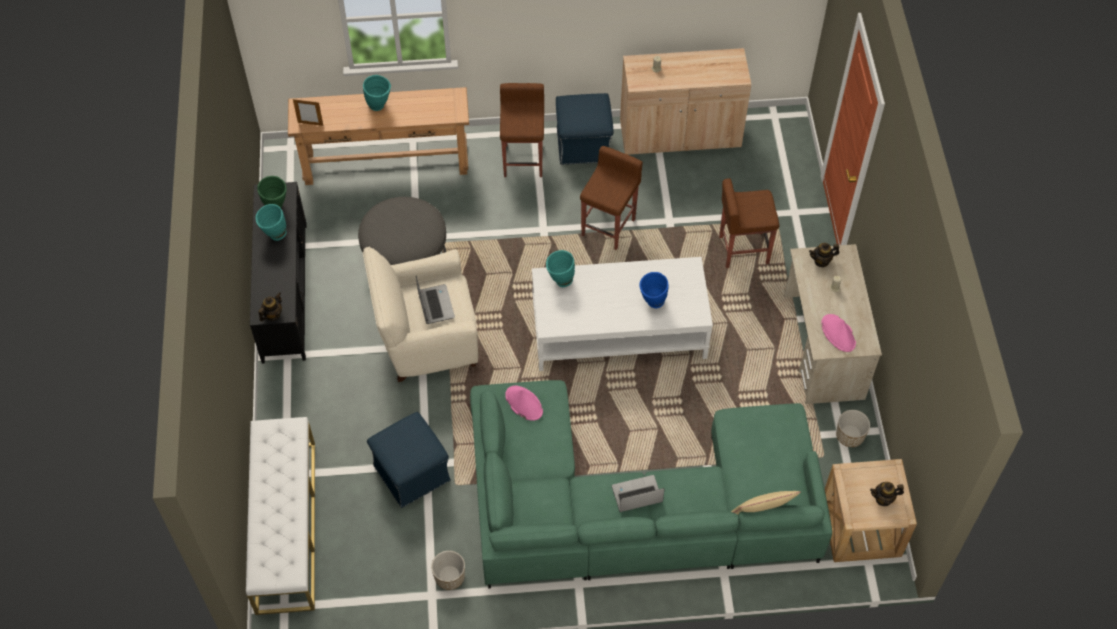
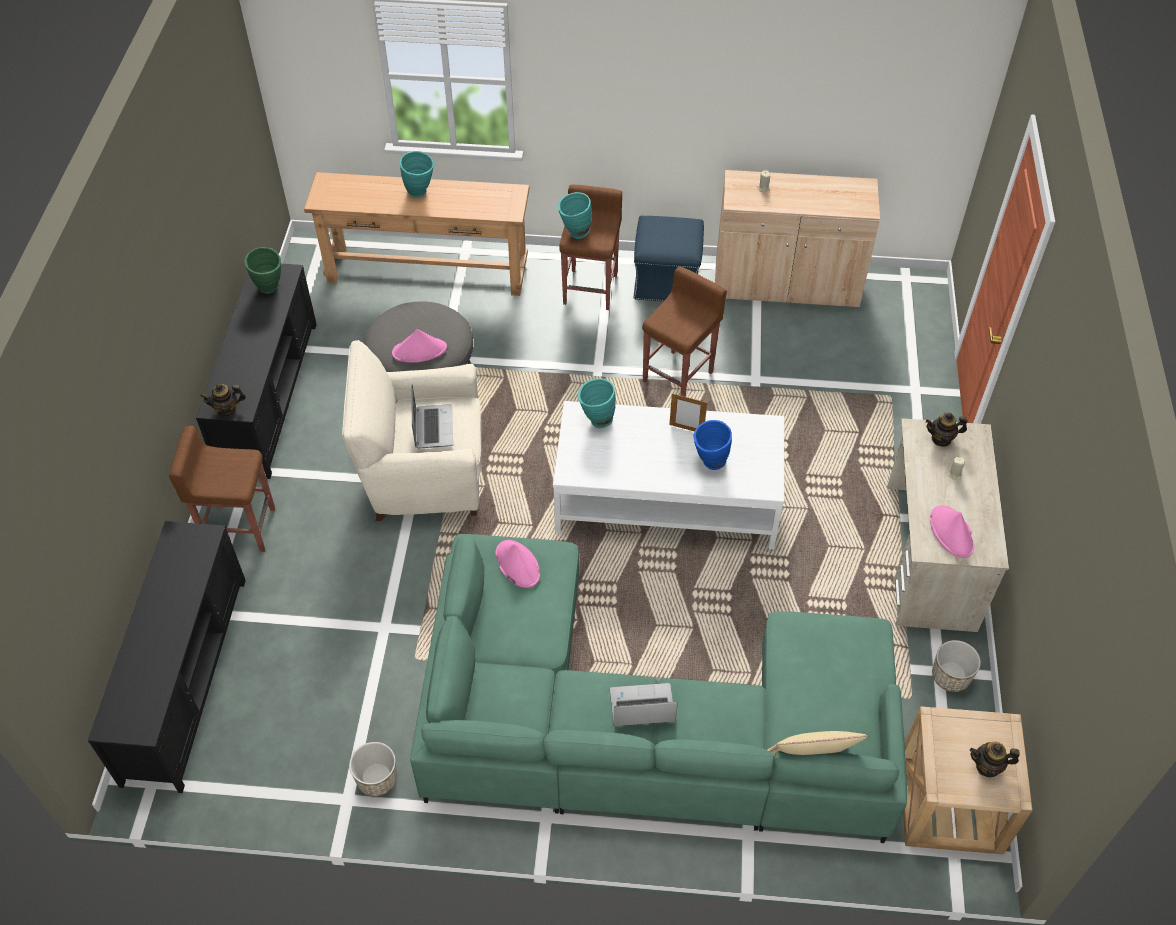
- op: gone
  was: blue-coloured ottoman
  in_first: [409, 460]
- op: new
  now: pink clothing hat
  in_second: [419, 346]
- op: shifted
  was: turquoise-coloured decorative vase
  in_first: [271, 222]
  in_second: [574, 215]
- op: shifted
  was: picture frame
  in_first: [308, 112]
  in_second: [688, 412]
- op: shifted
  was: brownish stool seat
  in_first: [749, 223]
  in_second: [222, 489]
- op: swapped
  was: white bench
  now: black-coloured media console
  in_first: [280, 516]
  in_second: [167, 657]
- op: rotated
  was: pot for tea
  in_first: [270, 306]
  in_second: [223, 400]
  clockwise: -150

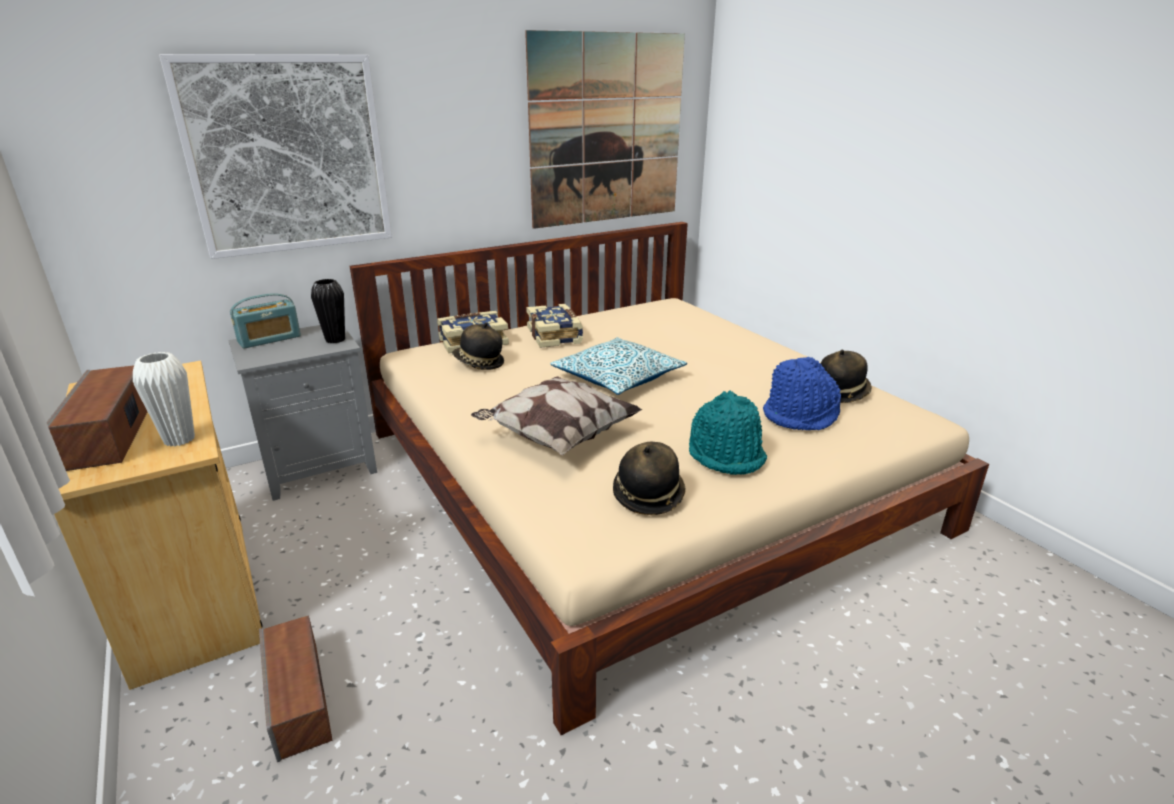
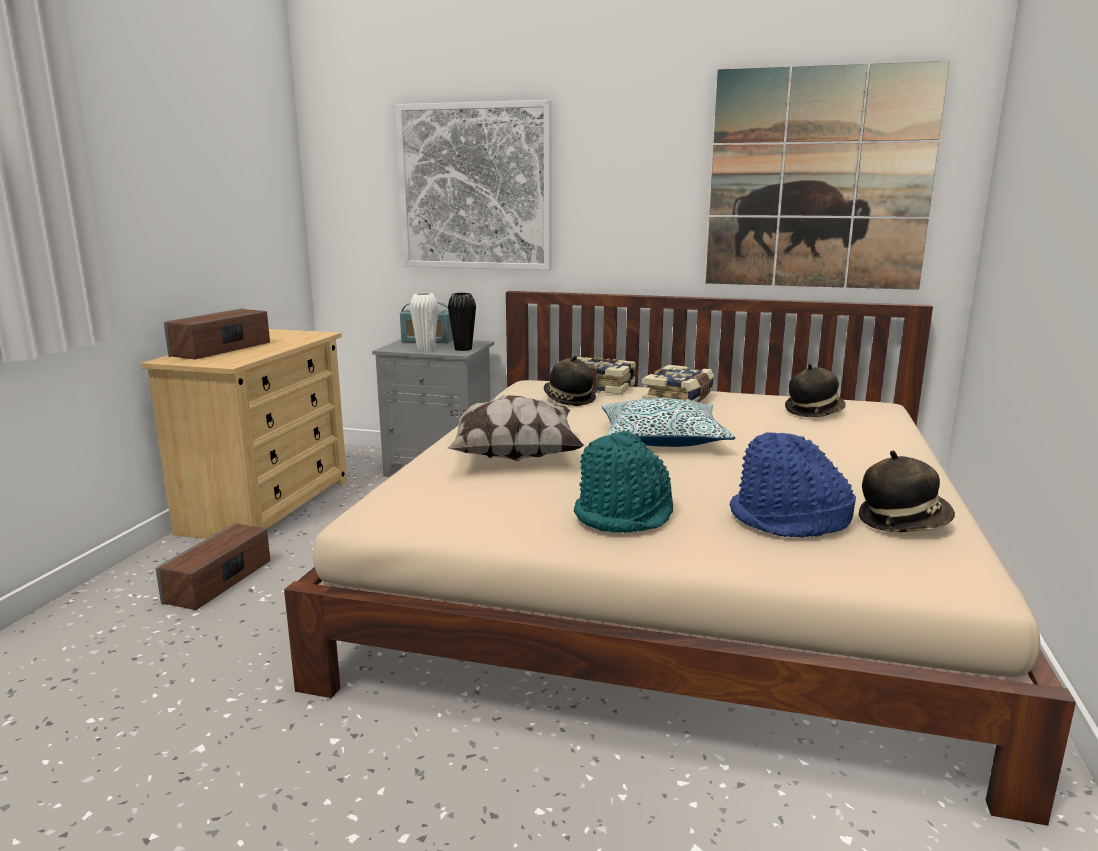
- op: shifted
  was: white decorative vase
  in_first: [164, 399]
  in_second: [424, 322]
- op: shifted
  was: clothing hat
  in_first: [649, 478]
  in_second: [815, 390]

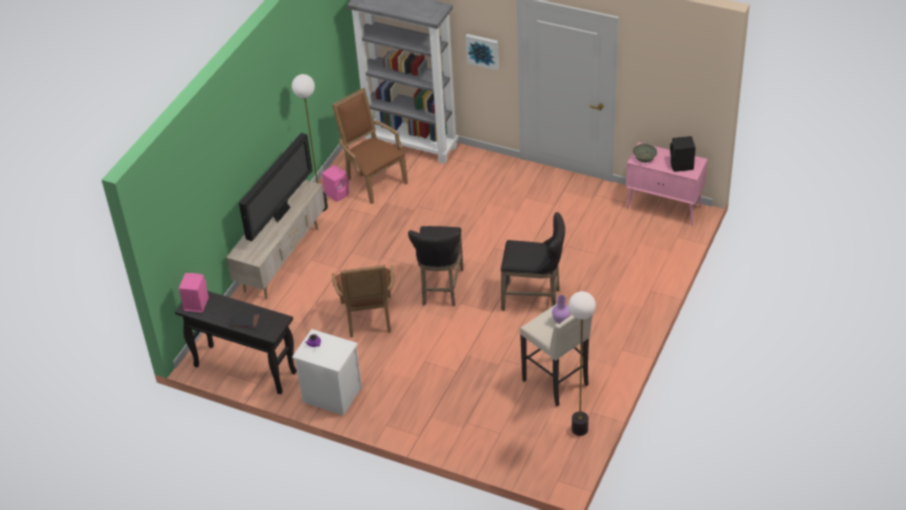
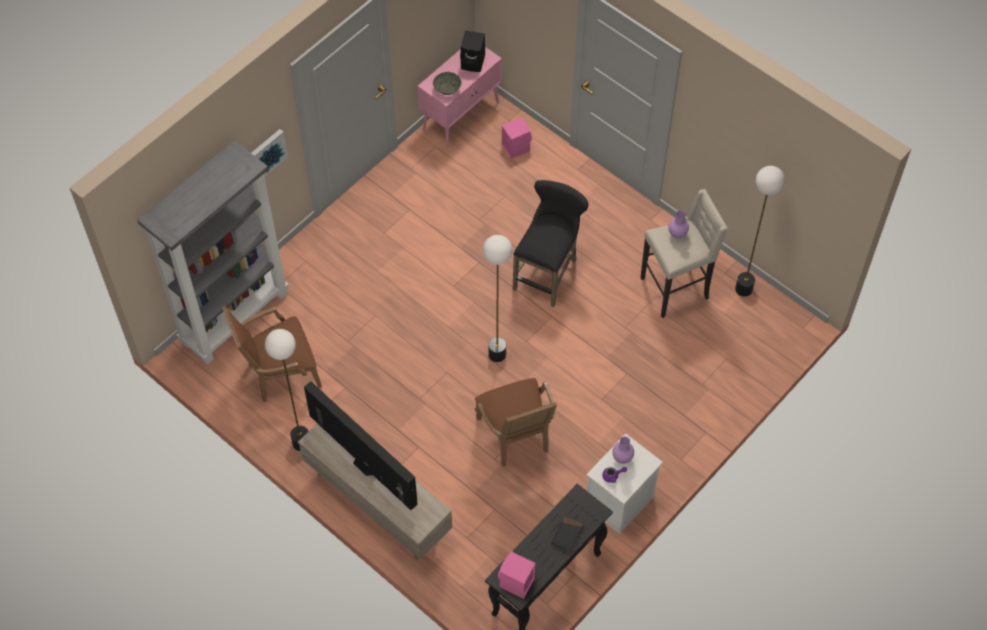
- op: new
  now: purple decorative vase
  in_second: [623, 450]
- op: shifted
  was: pink loudspeaker
  in_first: [335, 183]
  in_second: [517, 138]
- op: swapped
  was: black-coloured stool seat
  now: standard lamp
  in_first: [435, 266]
  in_second: [497, 298]
- op: rotated
  was: brownish lounge chair
  in_first: [362, 301]
  in_second: [516, 422]
  clockwise: 60

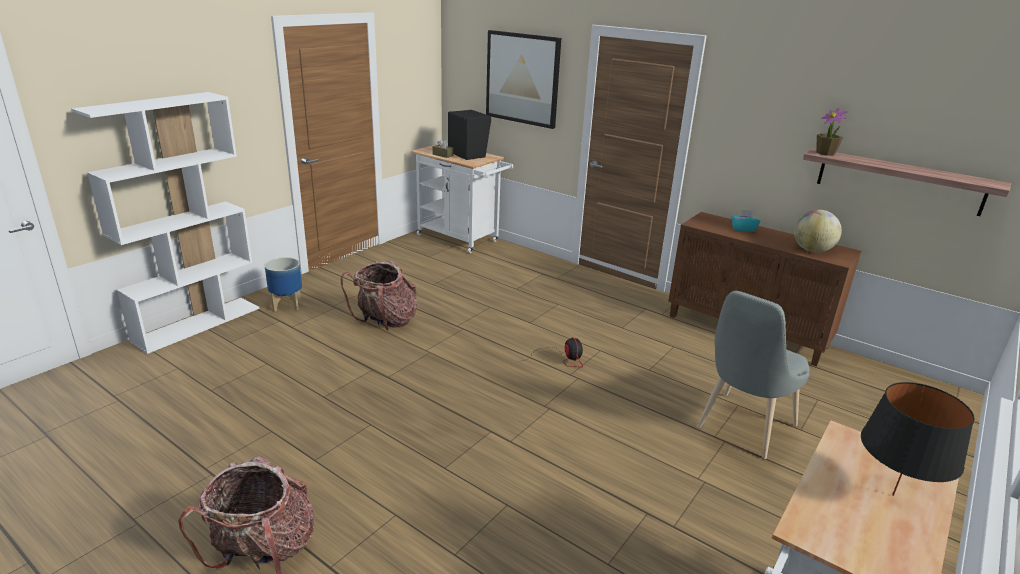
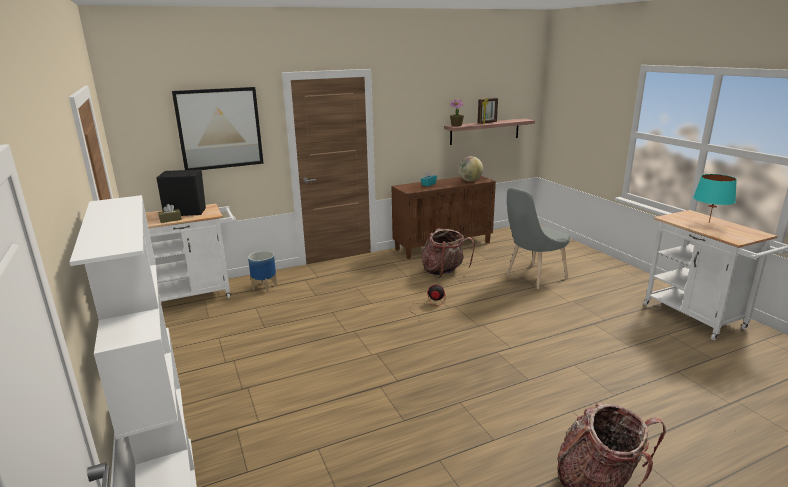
- op: new
  now: picture frame
  in_second: [488, 111]
- op: shifted
  was: planter
  in_first: [283, 284]
  in_second: [262, 272]
- op: shifted
  was: backpack
  in_first: [379, 296]
  in_second: [448, 253]
- op: repainted
  was: black-coloured table lamp
  now: turquoise-coloured table lamp
  in_first: [918, 439]
  in_second: [715, 198]
- op: rotated
  was: grey chair
  in_first: [753, 375]
  in_second: [538, 238]
  clockwise: 75

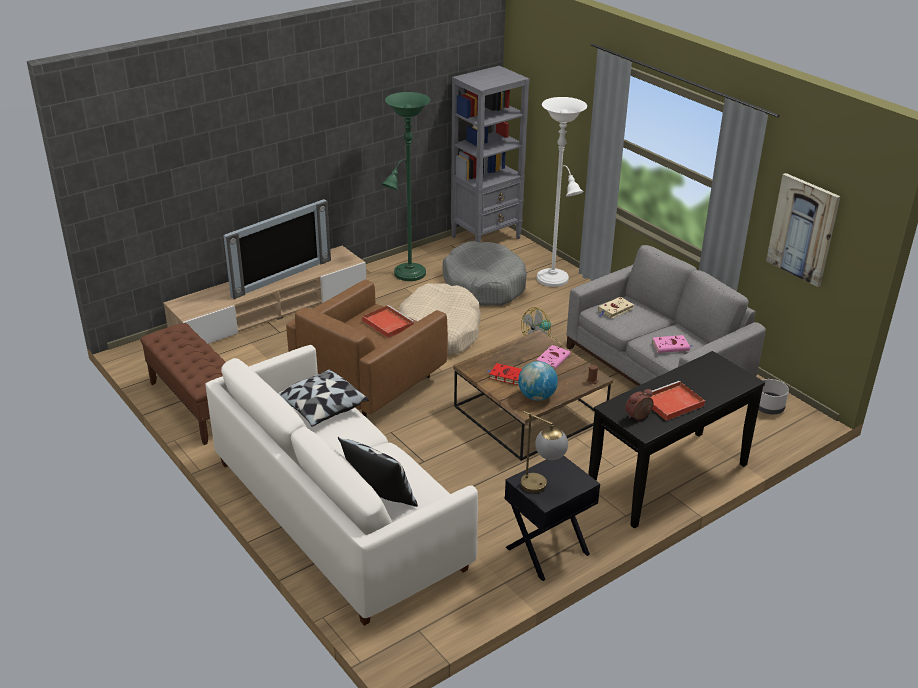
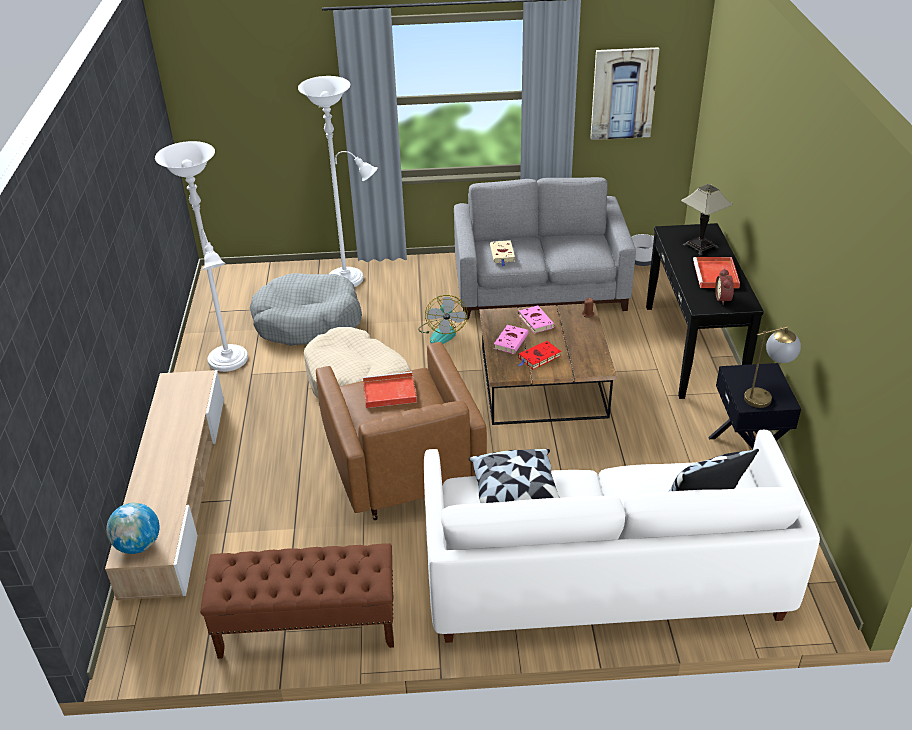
- op: gone
  was: TV
  in_first: [277, 249]
- op: gone
  was: grey bookshelf
  in_first: [490, 154]
- op: new
  now: table lamp
  in_second: [707, 220]
- op: shifted
  was: world globe
  in_first: [538, 381]
  in_second: [132, 528]
- op: shifted
  was: pink book
  in_first: [672, 344]
  in_second: [511, 339]
- op: repainted
  was: greenish standard lamp
  now: white standard lamp
  in_first: [405, 186]
  in_second: [201, 256]

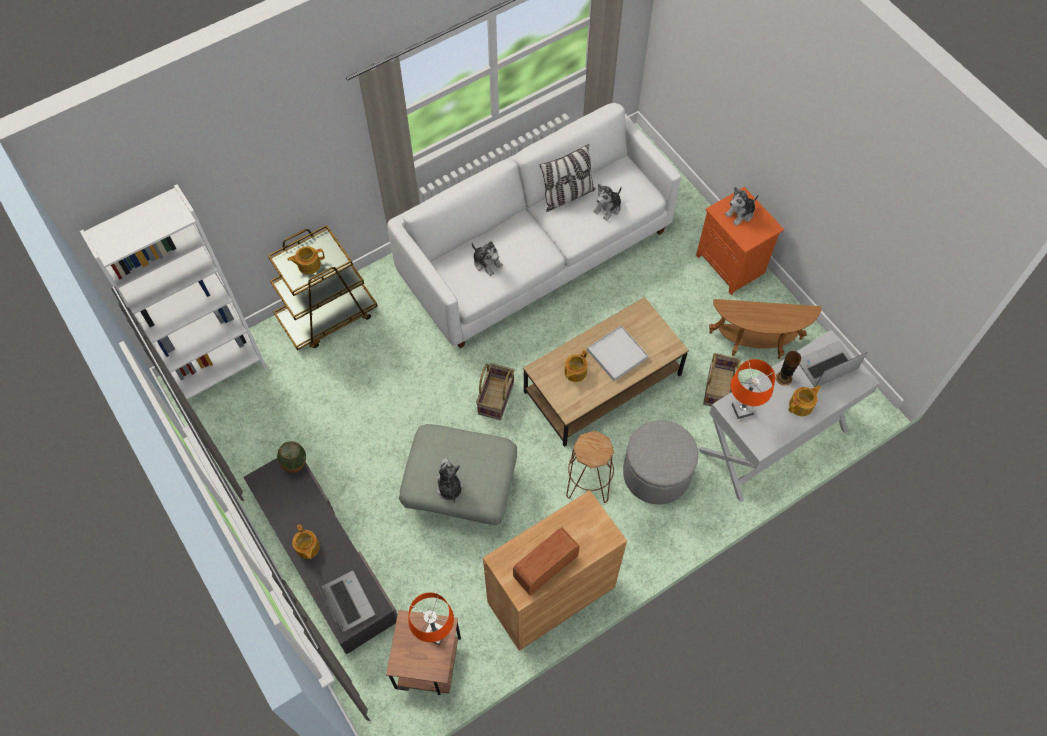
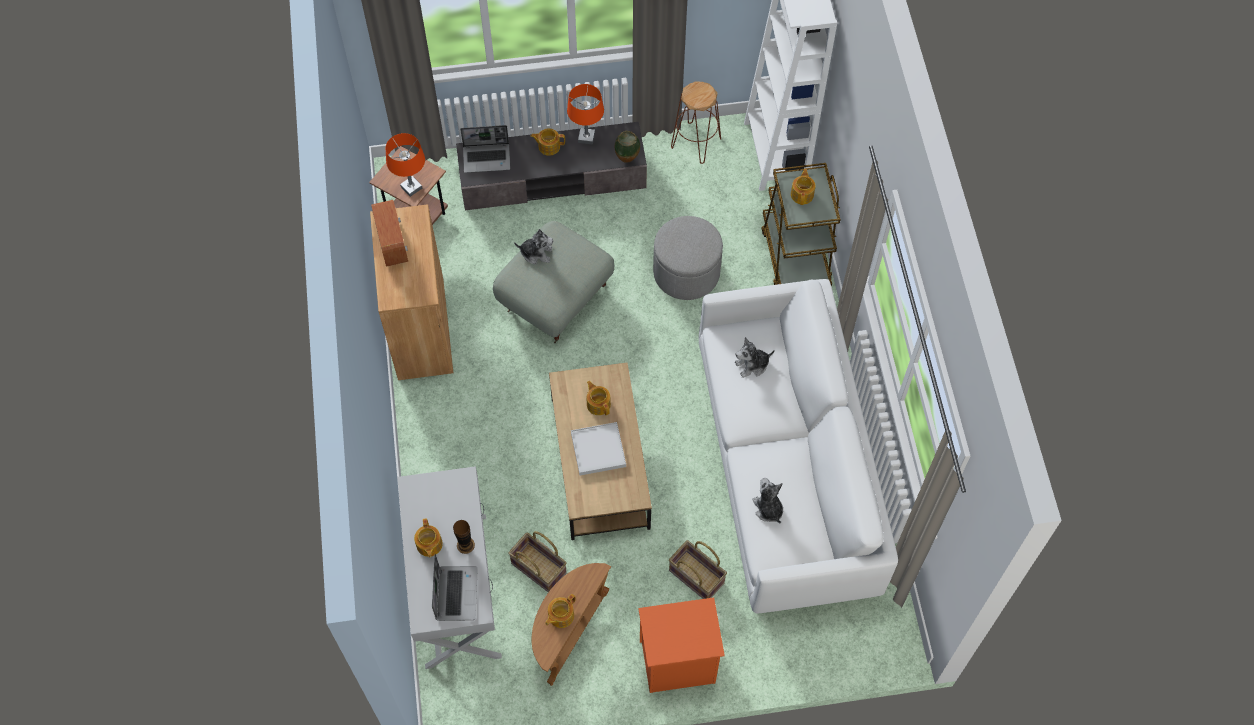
- op: gone
  was: throw pillow
  in_first: [568, 178]
- op: gone
  was: soft toy
  in_first: [741, 206]
- op: new
  now: pot for tea
  in_second: [560, 611]
- op: shifted
  was: storage basket
  in_first: [495, 391]
  in_second: [698, 569]
- op: shifted
  was: brownish stool seat
  in_first: [590, 467]
  in_second: [696, 123]
- op: shifted
  was: grey ottoman
  in_first: [660, 462]
  in_second: [688, 258]
- op: shifted
  was: orange table lamp
  in_first: [752, 389]
  in_second: [585, 114]

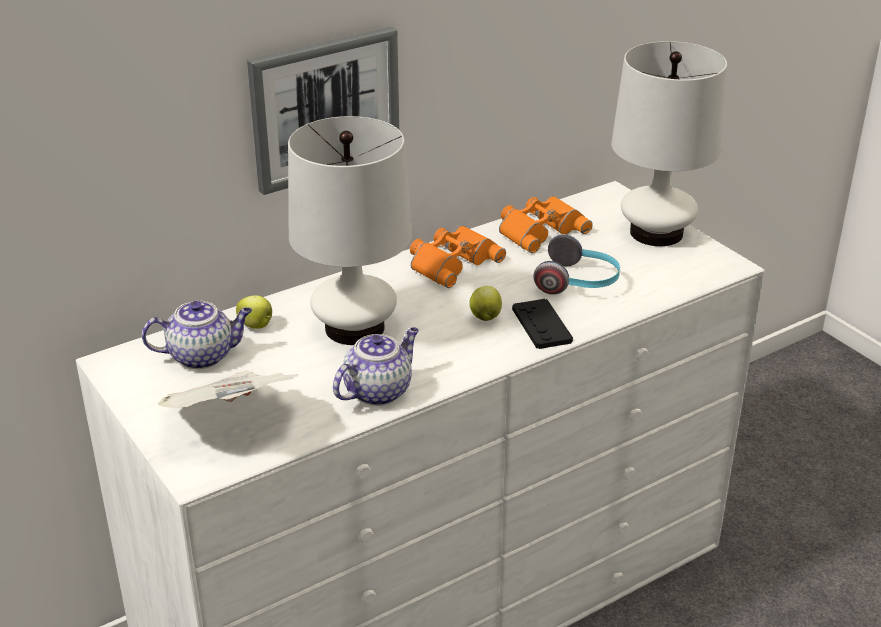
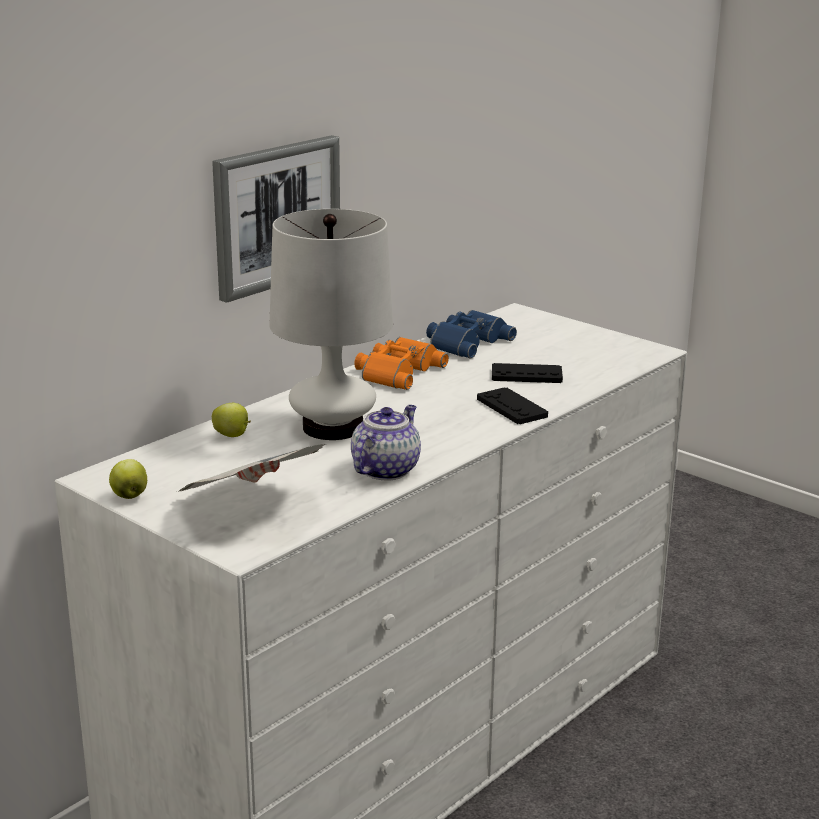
- op: gone
  was: pot for tea
  in_first: [197, 335]
- op: gone
  was: white table lamp
  in_first: [669, 143]
- op: shifted
  was: apple
  in_first: [485, 303]
  in_second: [128, 479]
- op: swapped
  was: headphones
  now: black-coloured joypad
  in_first: [576, 264]
  in_second: [527, 373]
- op: repainted
  was: orange pair of binoculars
  now: blue-coloured pair of binoculars
  in_first: [546, 224]
  in_second: [471, 334]

